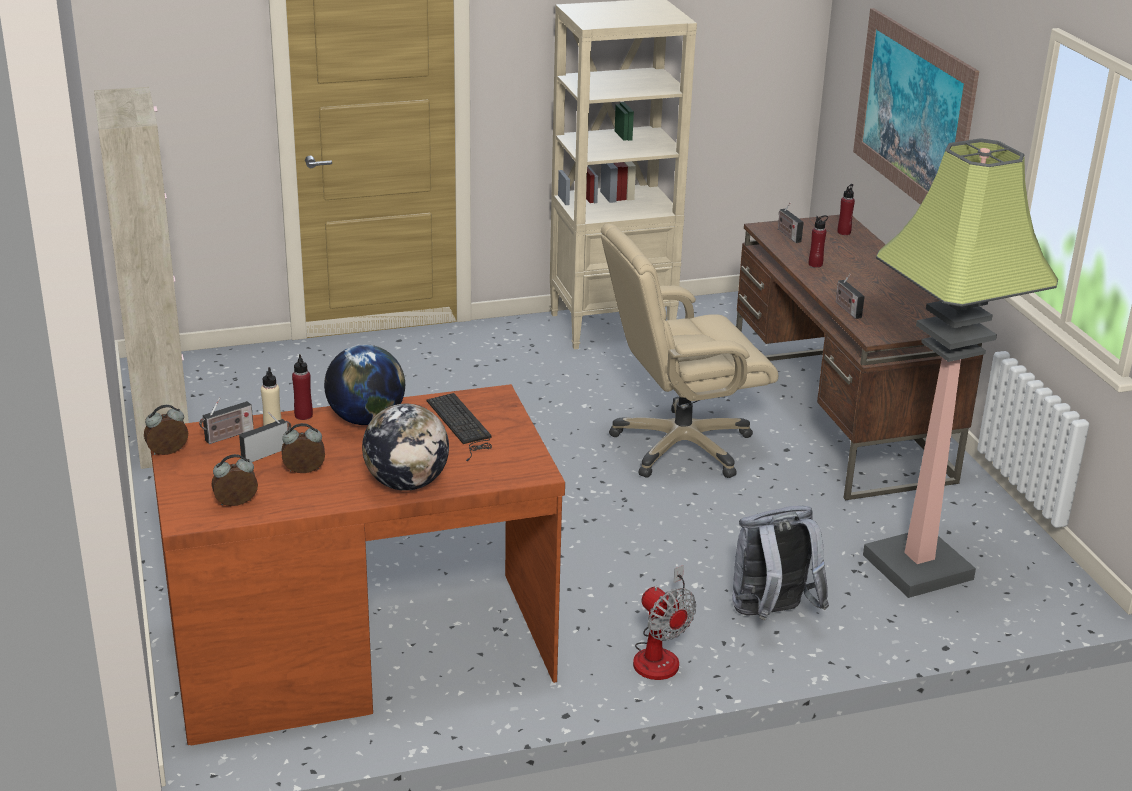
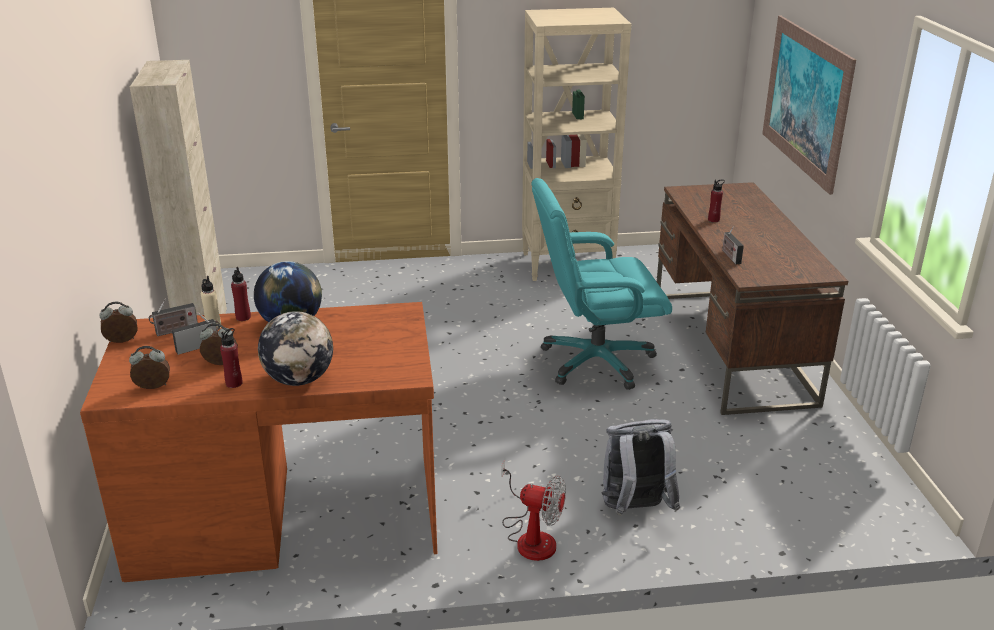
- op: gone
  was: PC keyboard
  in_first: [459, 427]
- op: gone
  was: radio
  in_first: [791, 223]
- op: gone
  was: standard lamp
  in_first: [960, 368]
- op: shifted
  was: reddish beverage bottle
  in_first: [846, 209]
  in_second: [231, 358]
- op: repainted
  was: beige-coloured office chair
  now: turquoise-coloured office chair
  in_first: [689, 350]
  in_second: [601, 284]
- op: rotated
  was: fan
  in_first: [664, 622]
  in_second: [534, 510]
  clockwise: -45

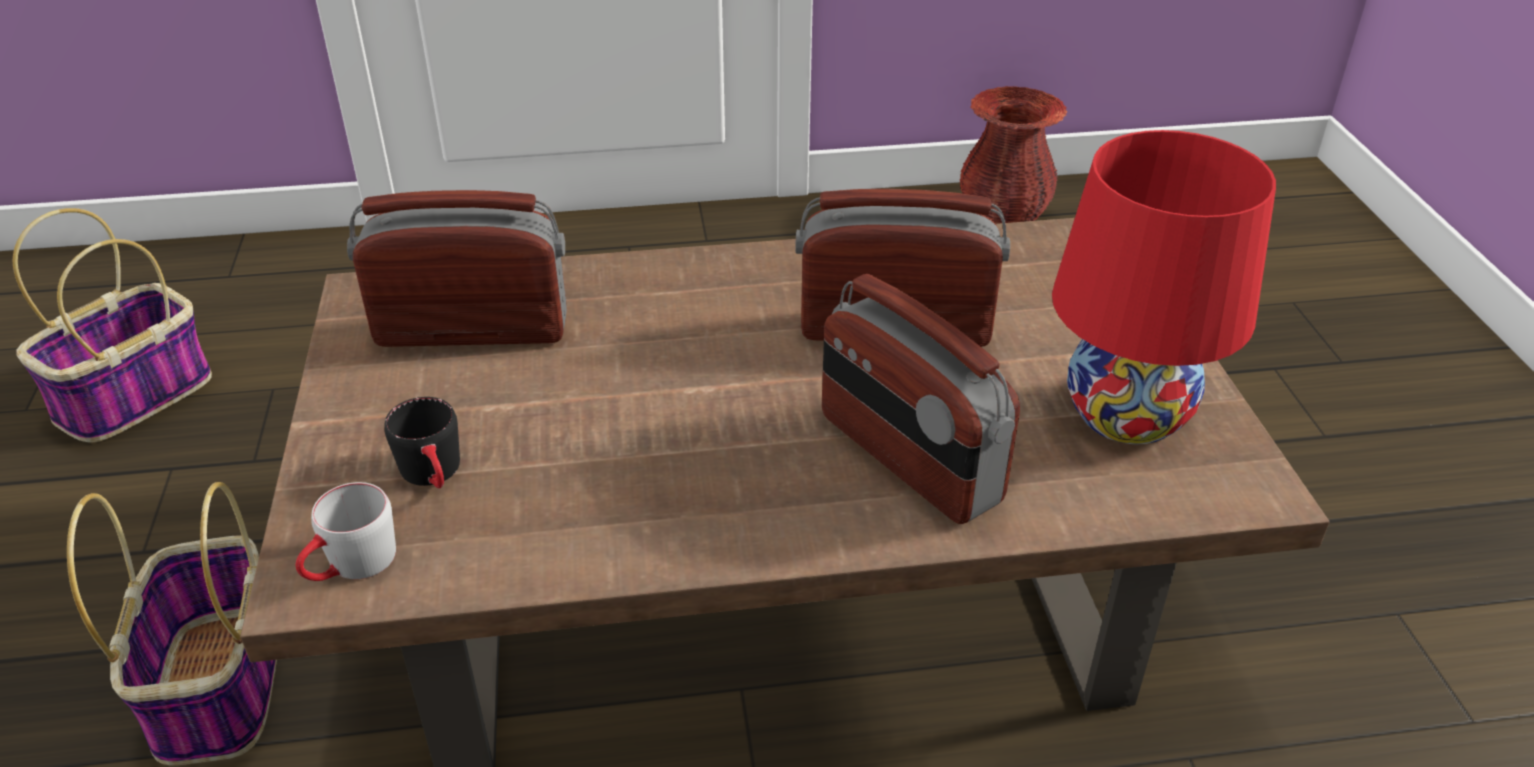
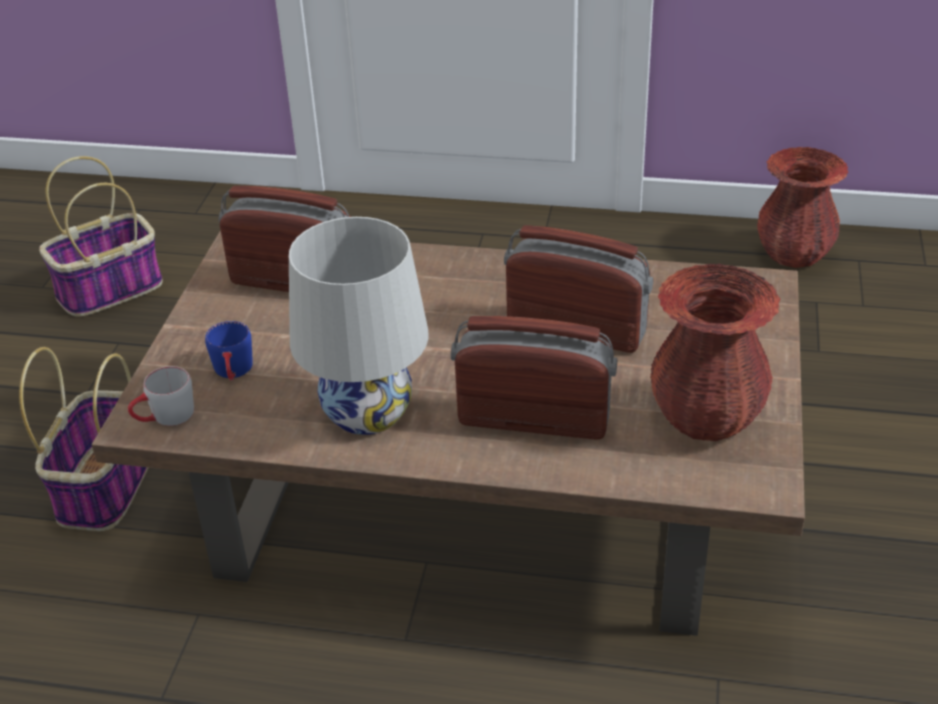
- op: new
  now: white table lamp
  in_second: [359, 326]
- op: swapped
  was: reddish table lamp
  now: reddish decorative vase
  in_first: [1164, 287]
  in_second: [715, 352]
- op: repainted
  was: black-coloured tea mug
  now: blue-coloured tea mug
  in_first: [422, 442]
  in_second: [229, 351]
- op: rotated
  was: radio
  in_first: [921, 399]
  in_second: [534, 378]
  clockwise: 120

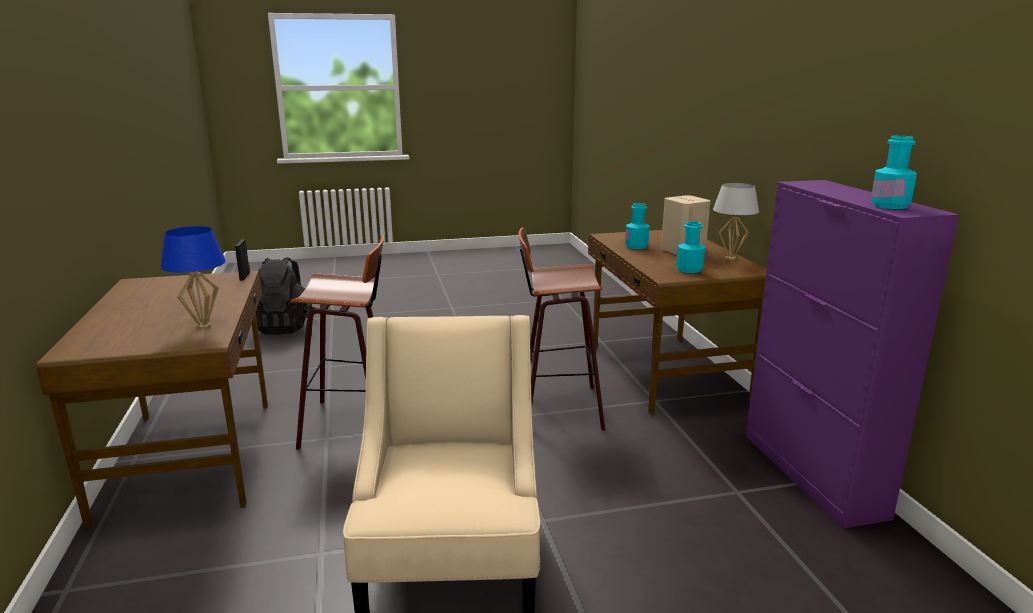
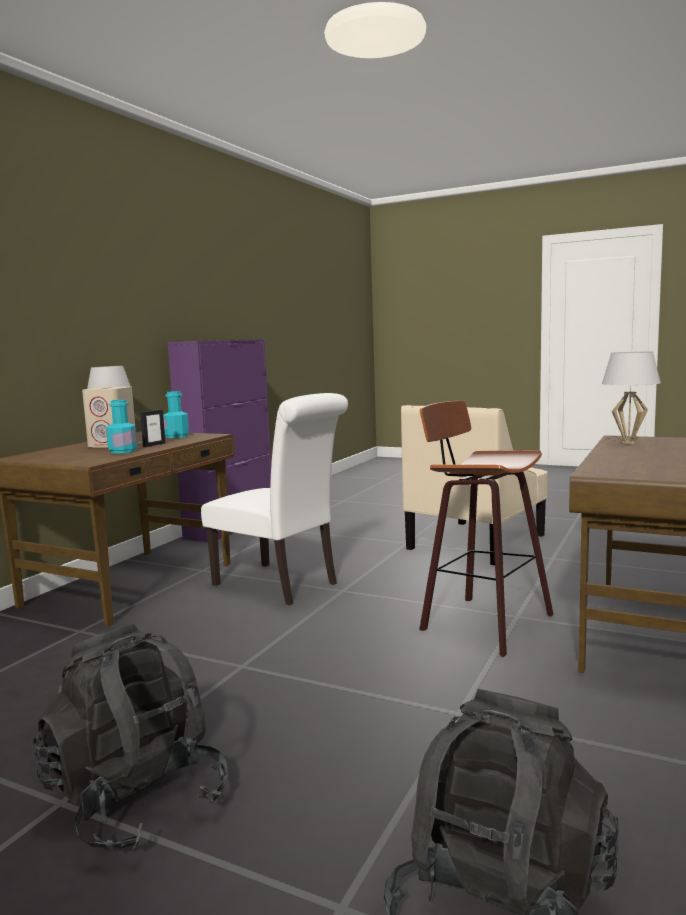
- op: gone
  was: turquoise-coloured beverage bottle
  in_first: [894, 172]
- op: new
  now: black-coloured backpack
  in_second: [130, 737]
- op: shifted
  was: picture frame
  in_first: [242, 260]
  in_second: [153, 428]
- op: swapped
  was: stool seat
  now: white chair
  in_first: [561, 329]
  in_second: [274, 499]
- op: repainted
  was: blue-coloured table lamp
  now: white table lamp
  in_first: [193, 277]
  in_second: [631, 398]

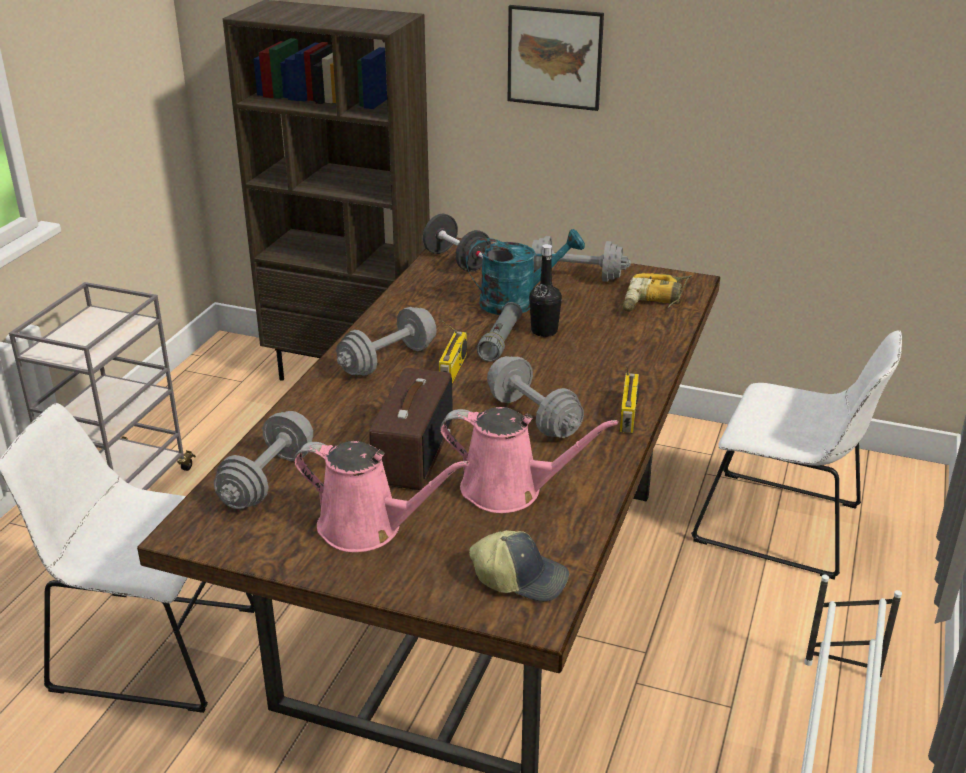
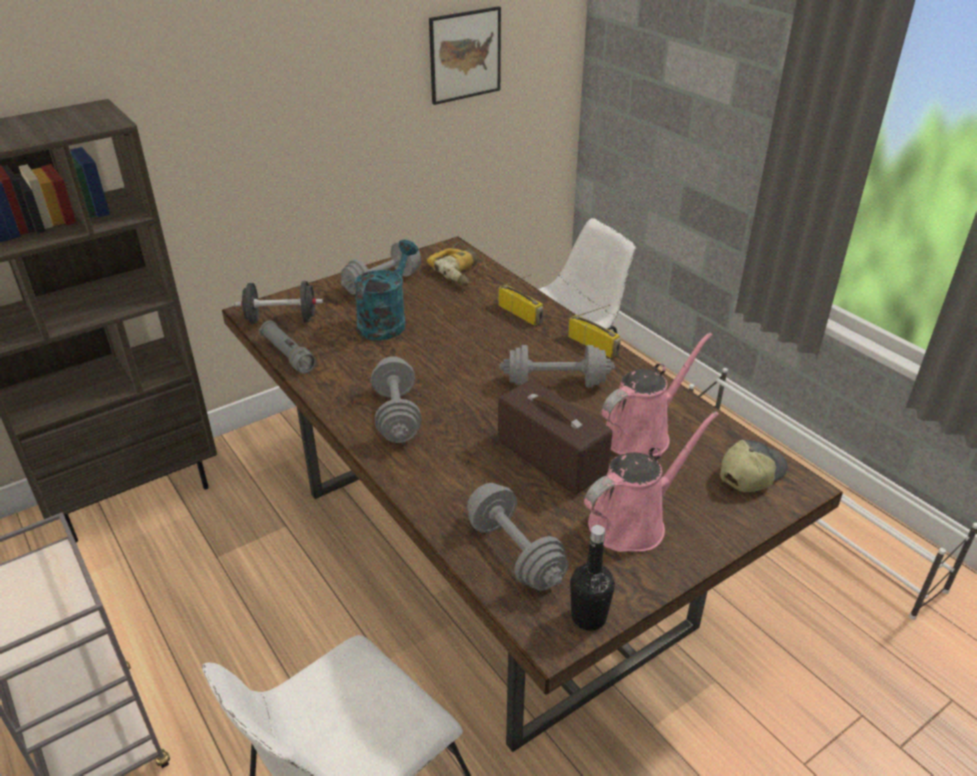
- op: shifted
  was: radio
  in_first: [453, 352]
  in_second: [520, 300]
- op: shifted
  was: grey hand torch
  in_first: [499, 332]
  in_second: [287, 347]
- op: shifted
  was: picture
  in_first: [556, 58]
  in_second: [465, 55]
- op: shifted
  was: black-coloured beverage bottle
  in_first: [545, 290]
  in_second: [592, 578]

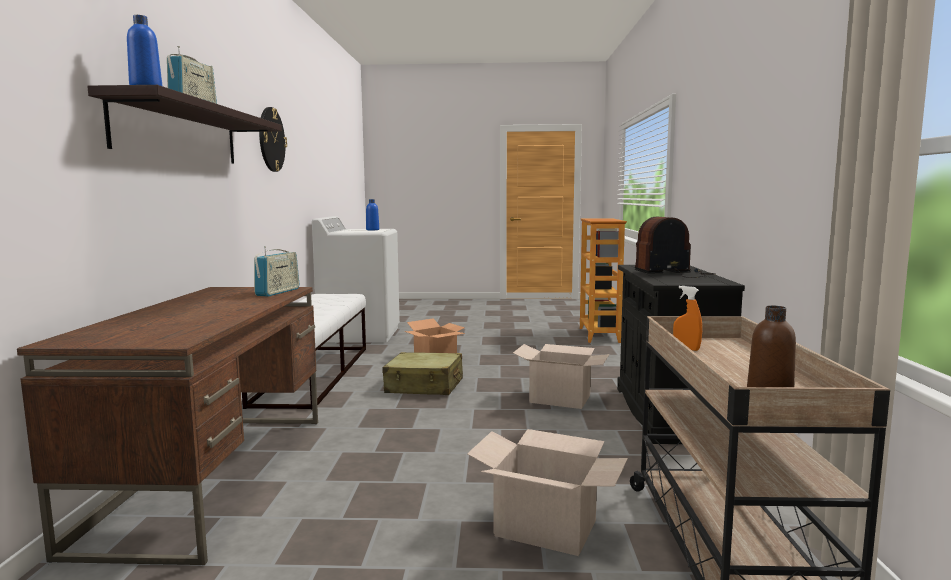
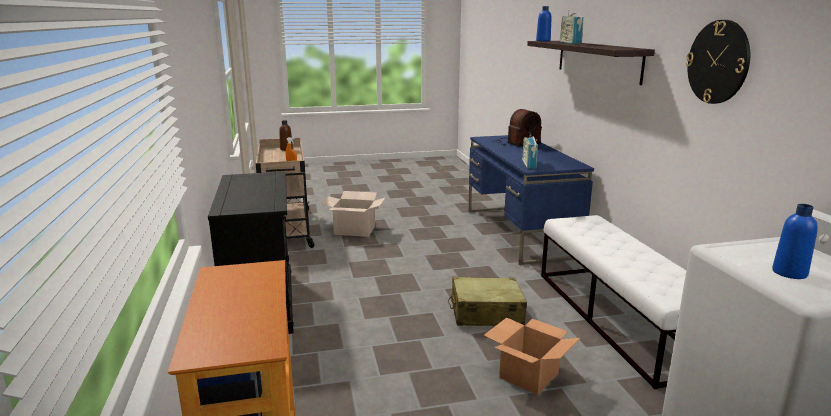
- op: gone
  was: carton
  in_first: [561, 376]
- op: shifted
  was: radio
  in_first: [675, 247]
  in_second: [518, 128]
- op: repainted
  was: brownish desk unit
  now: blue-coloured desk unit
  in_first: [167, 426]
  in_second: [531, 200]

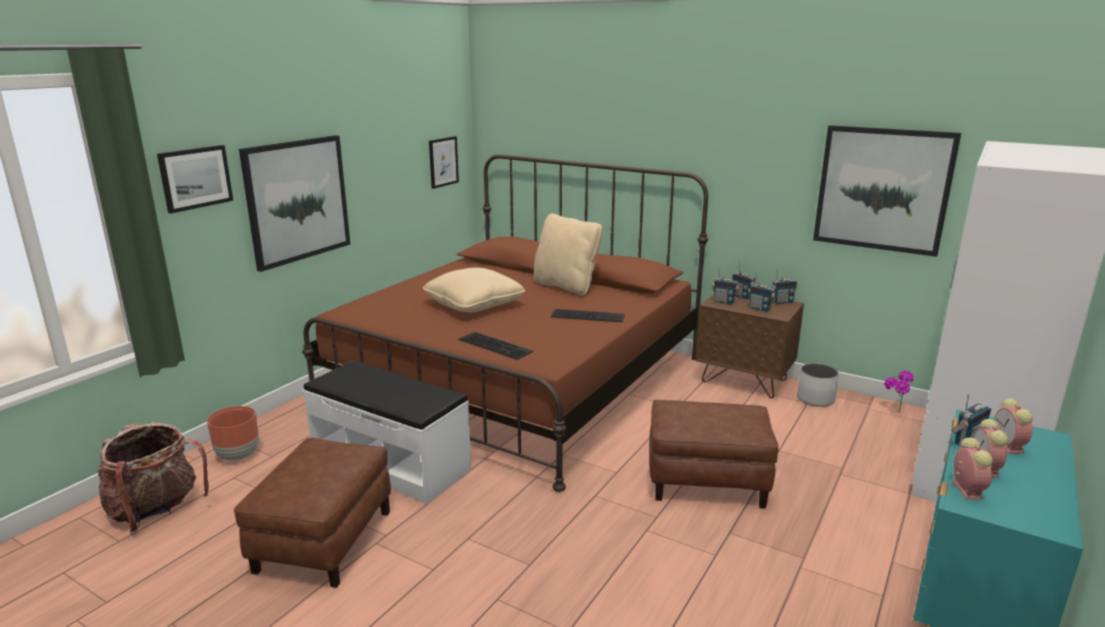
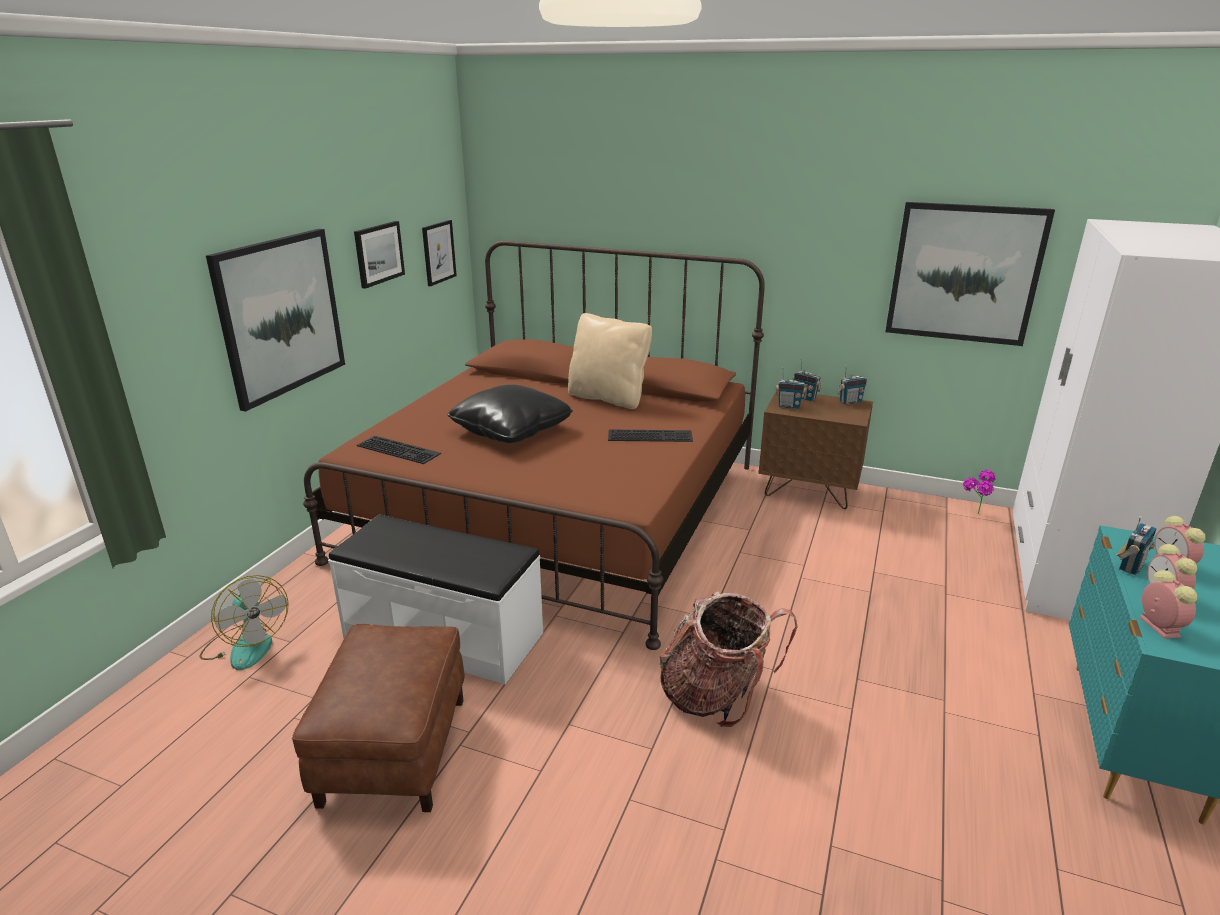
- op: gone
  was: brownish ottoman
  in_first: [714, 454]
- op: gone
  was: radio
  in_first: [762, 292]
- op: gone
  was: white planter
  in_first: [818, 385]
- op: shifted
  was: backpack
  in_first: [153, 476]
  in_second: [728, 659]
- op: shifted
  was: picture
  in_first: [195, 179]
  in_second: [379, 255]
- op: shifted
  was: PC keyboard
  in_first: [495, 346]
  in_second: [399, 450]
- op: swapped
  was: brownish planter
  now: fan
  in_first: [233, 433]
  in_second: [244, 622]
- op: repainted
  was: beige-coloured throw pillow
  now: black-coloured throw pillow
  in_first: [474, 289]
  in_second: [510, 414]

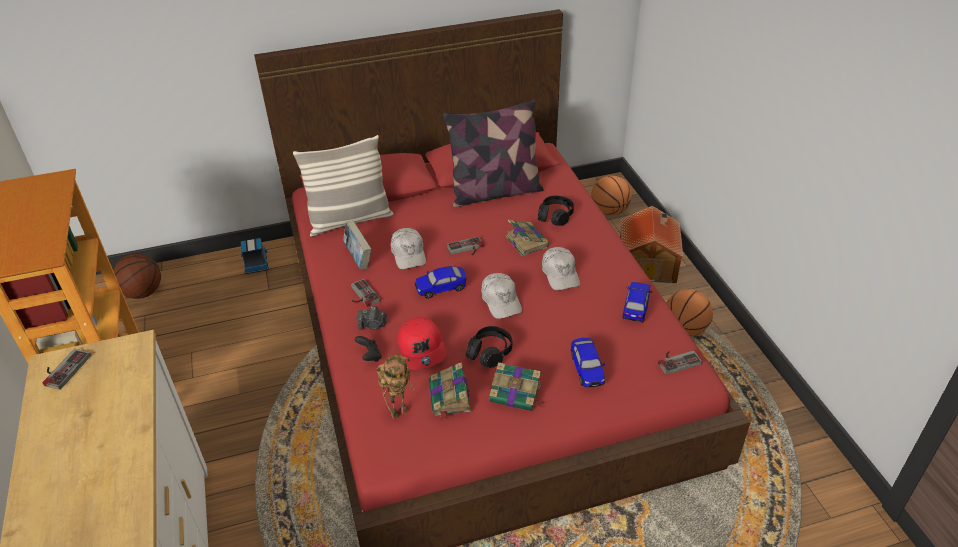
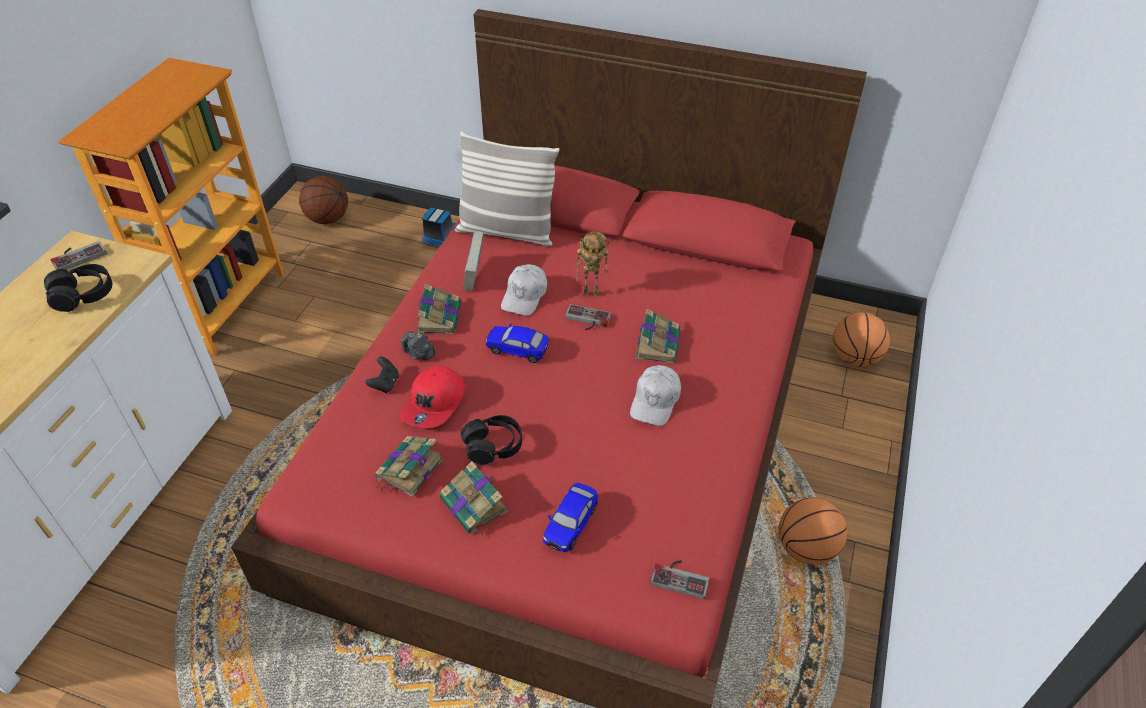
- op: gone
  was: throw pillow
  in_first: [493, 154]
- op: gone
  was: white cap
  in_first: [501, 296]
- op: gone
  was: model house
  in_first: [651, 244]
- op: gone
  was: miniature car
  in_first: [637, 302]
- op: shifted
  was: model robot
  in_first: [395, 386]
  in_second: [593, 264]
- op: shifted
  was: black-coloured headphones
  in_first: [556, 211]
  in_second: [78, 288]
- op: swapped
  was: joypad
  now: book
  in_first: [366, 293]
  in_second: [439, 309]

